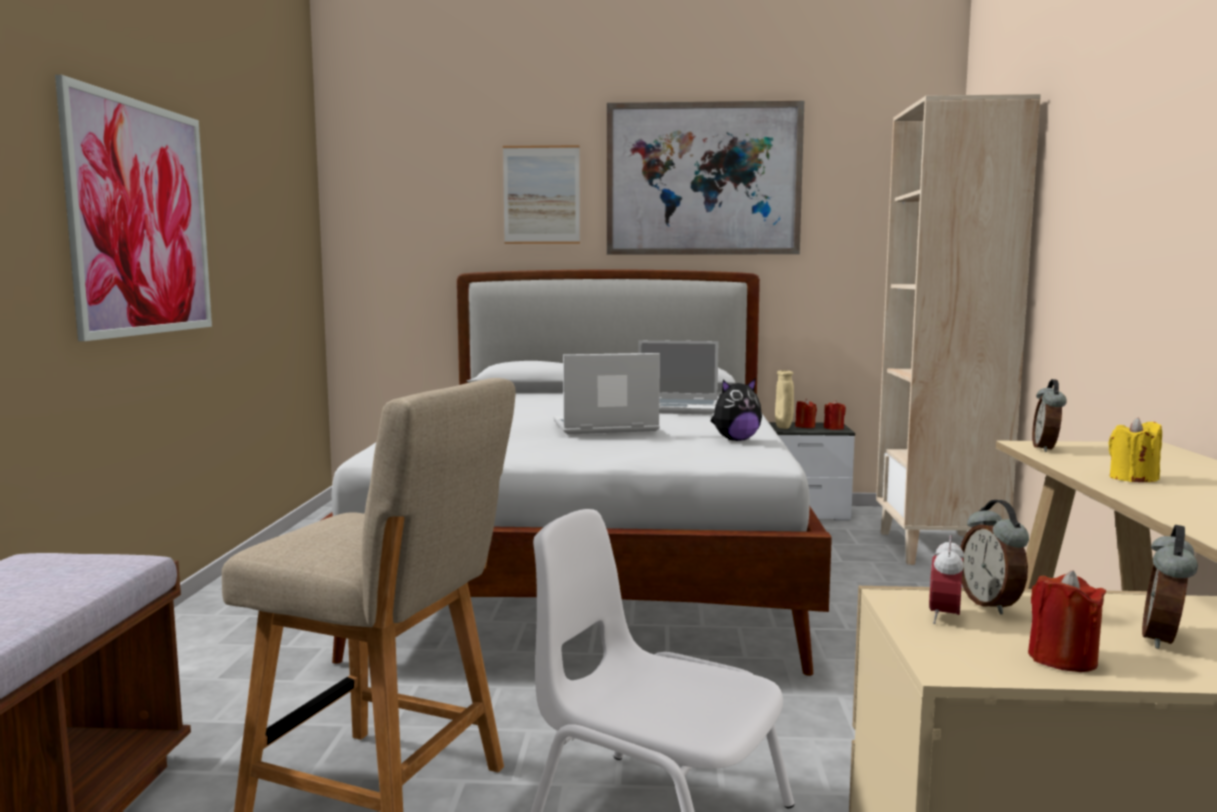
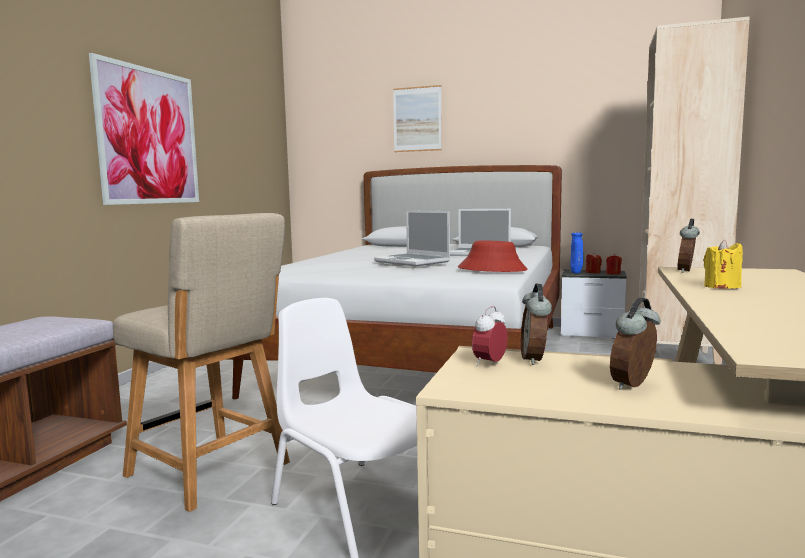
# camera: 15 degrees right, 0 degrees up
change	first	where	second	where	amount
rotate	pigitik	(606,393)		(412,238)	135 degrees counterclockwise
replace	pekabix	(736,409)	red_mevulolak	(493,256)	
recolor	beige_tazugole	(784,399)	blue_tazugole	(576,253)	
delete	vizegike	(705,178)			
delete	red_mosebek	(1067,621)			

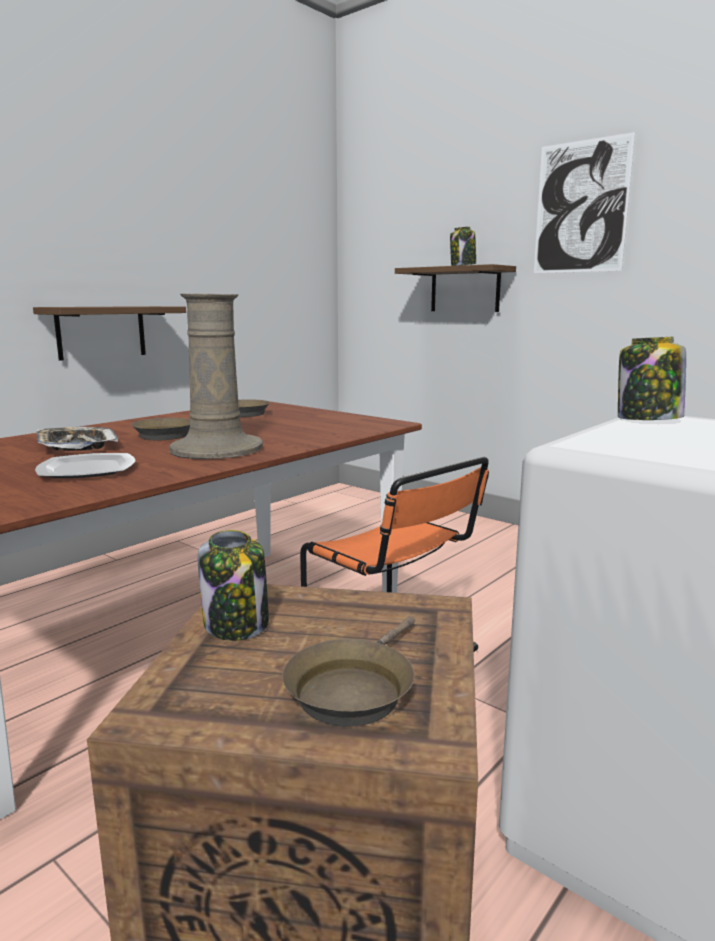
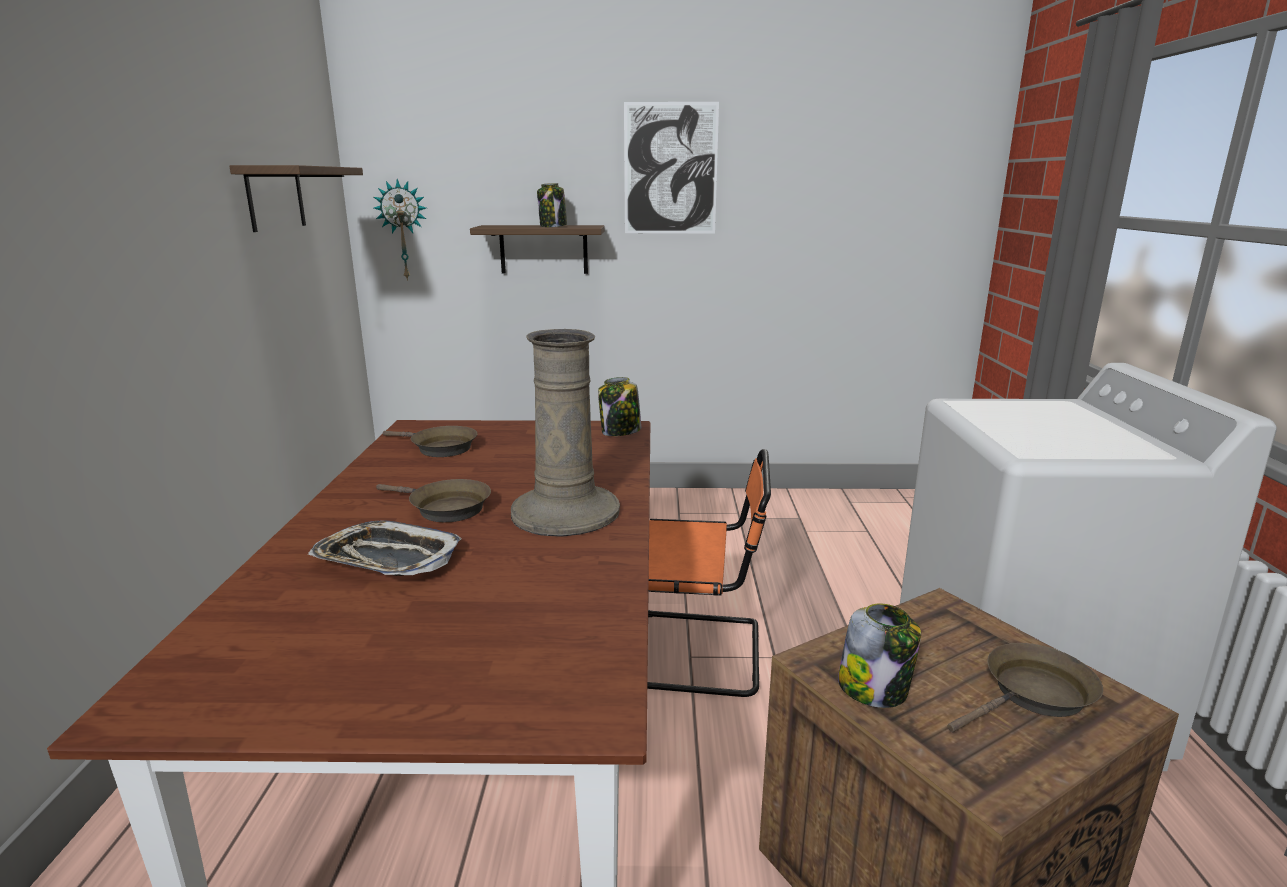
# camera: 40 degrees left, 5 degrees up
change	first	where	second	where	amount
move	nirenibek	(109,333)		(296,198)	
insert			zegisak	(400,230)	
move	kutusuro	(652,378)		(619,406)	
rotate	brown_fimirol	(348,671)		(1025,687)	105 degrees counterclockwise
delete	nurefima	(85,465)			

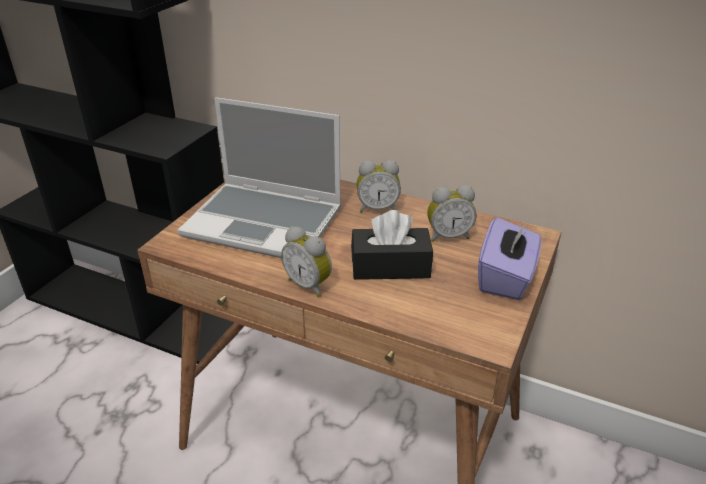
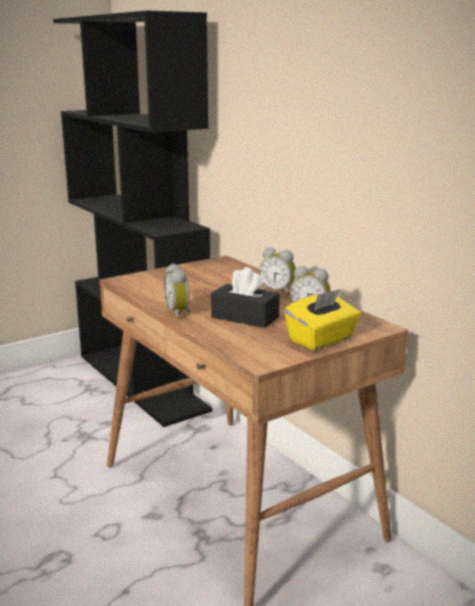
# camera: 30 degrees right, 15 degrees down
change	first	where	second	where	amount
recolor	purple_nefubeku	(510,258)	yellow_nefubeku	(322,319)	
delete	pigitik	(259,177)			

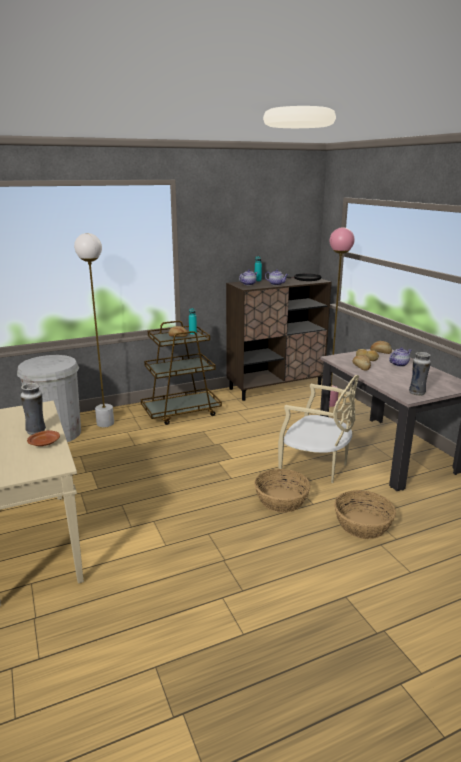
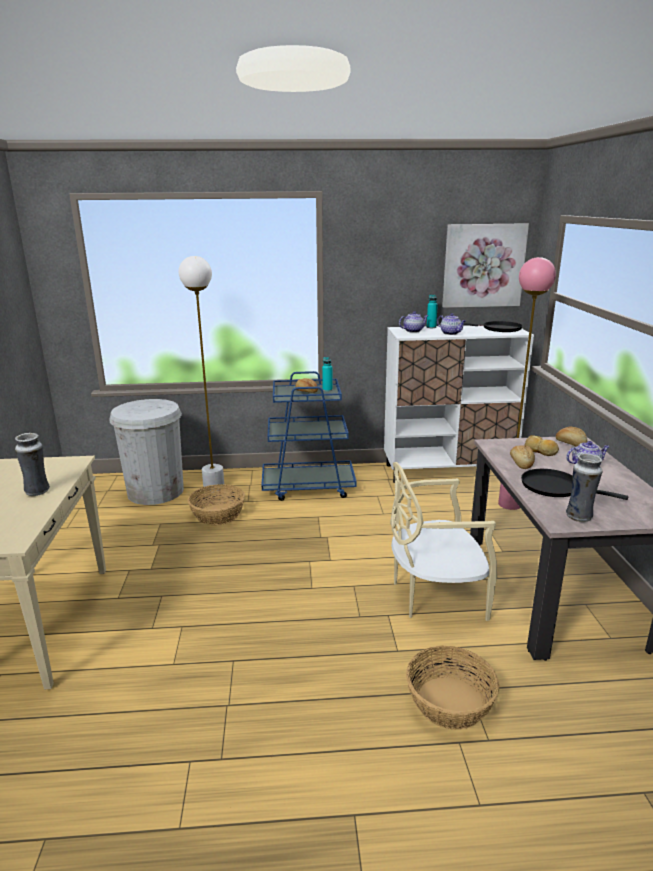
# camera: 20 degrees right, 0 degrees up
change	first	where	second	where	amount
move	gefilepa	(282,491)		(216,504)	
recolor	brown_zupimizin	(181,373)	blue_zupimizin	(309,436)	
recolor	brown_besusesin	(279,339)	white_besusesin	(459,404)	
rotate	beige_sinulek	(318,429)		(443,541)	120 degrees clockwise
insert			vizegike	(485,265)	
insert			black_fimirol	(574,484)	
delete	brown_nurefima	(43,438)			

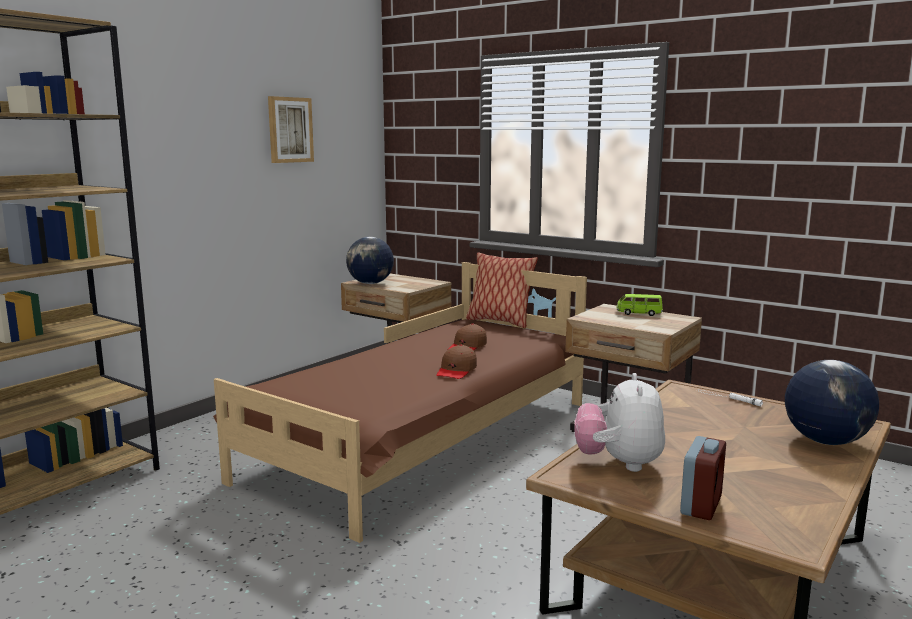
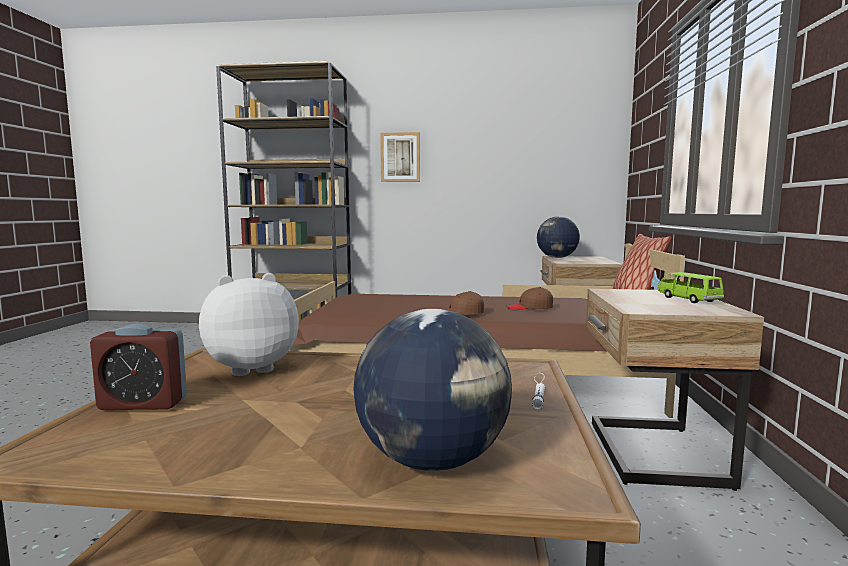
# camera: 60 degrees right, 5 degrees down
change	first	where	second	where	amount
move	vizegike	(291,129)		(400,157)	

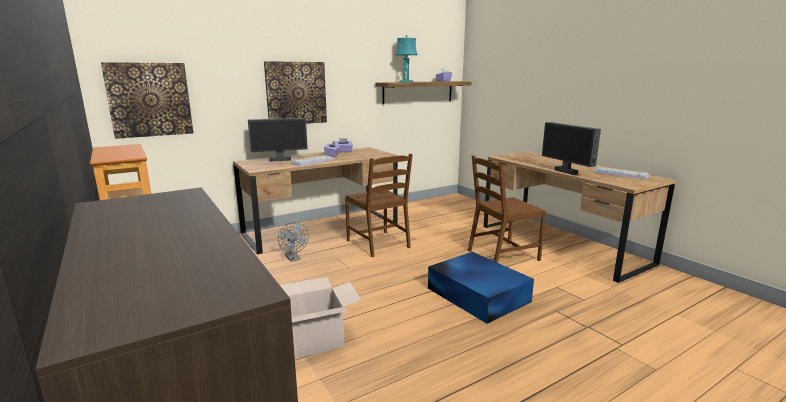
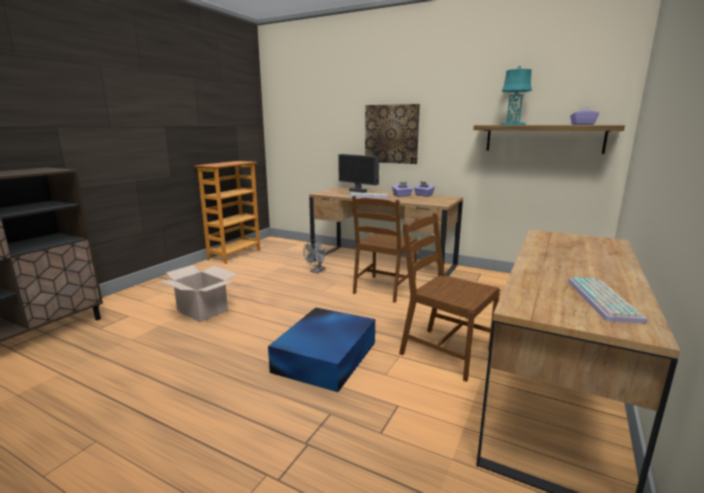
# camera: 60 degrees right, 0 degrees up
change	first	where	second	where	amount
delete	vizegike	(147,100)			
delete	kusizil	(571,148)			

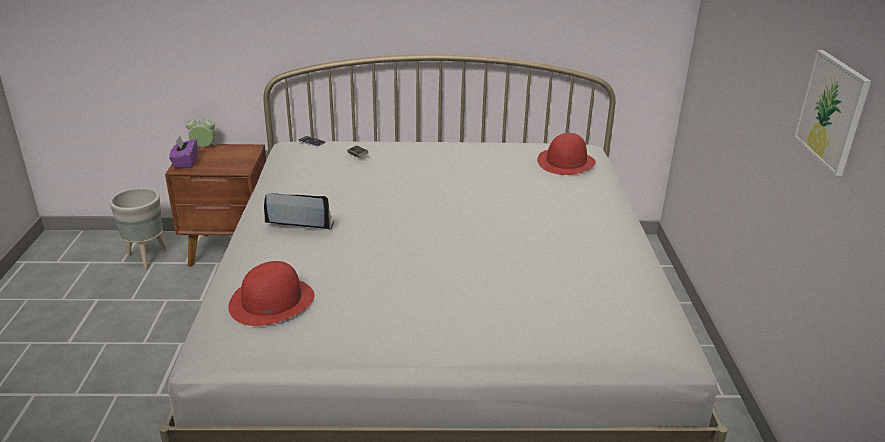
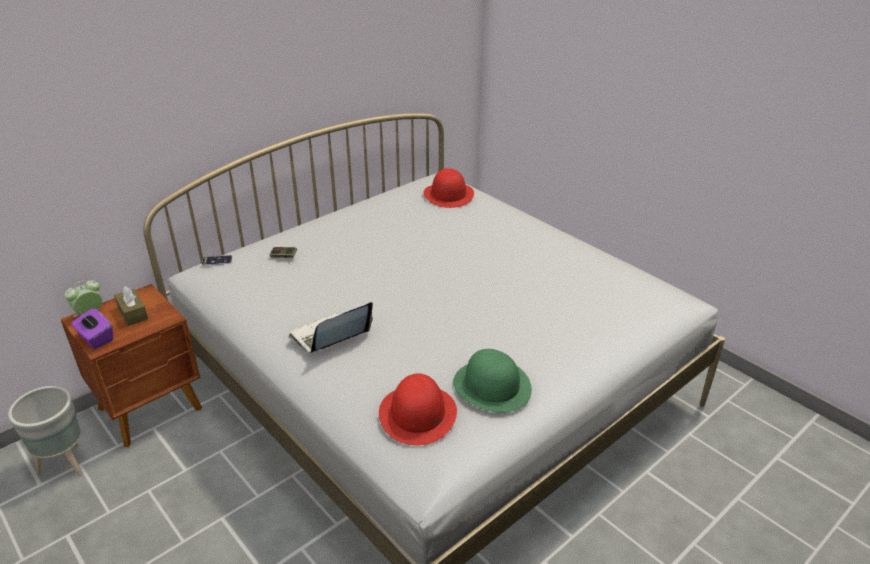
# camera: 40 degrees left, 5 degrees up
change	first	where	second	where	amount
insert			brown_nefubeku	(131,306)	
insert			green_mevulolak	(492,381)	
delete	vizegike	(832,113)			

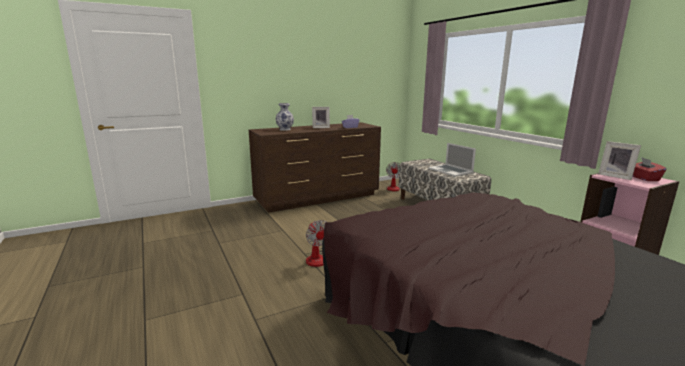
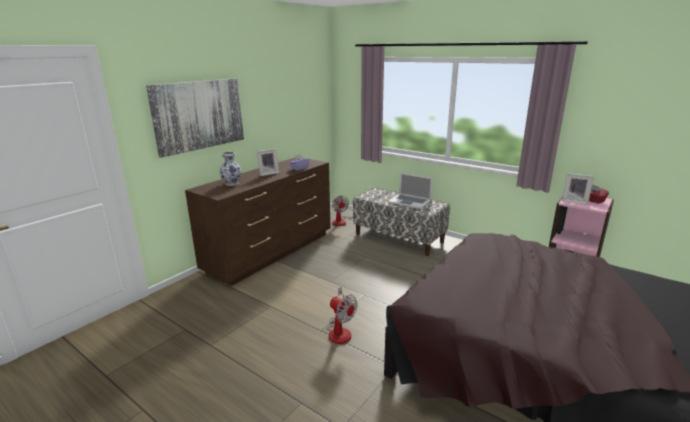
# camera: 25 degrees left, 5 degrees up
change	first	where	second	where	amount
insert			vizegike	(195,118)	

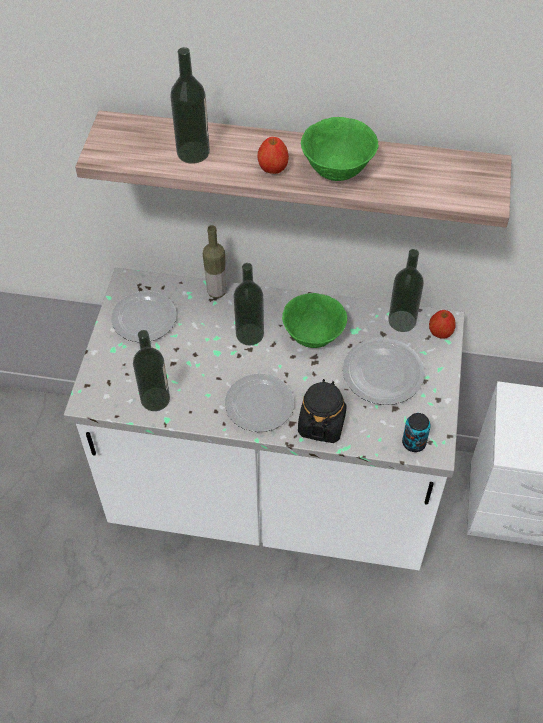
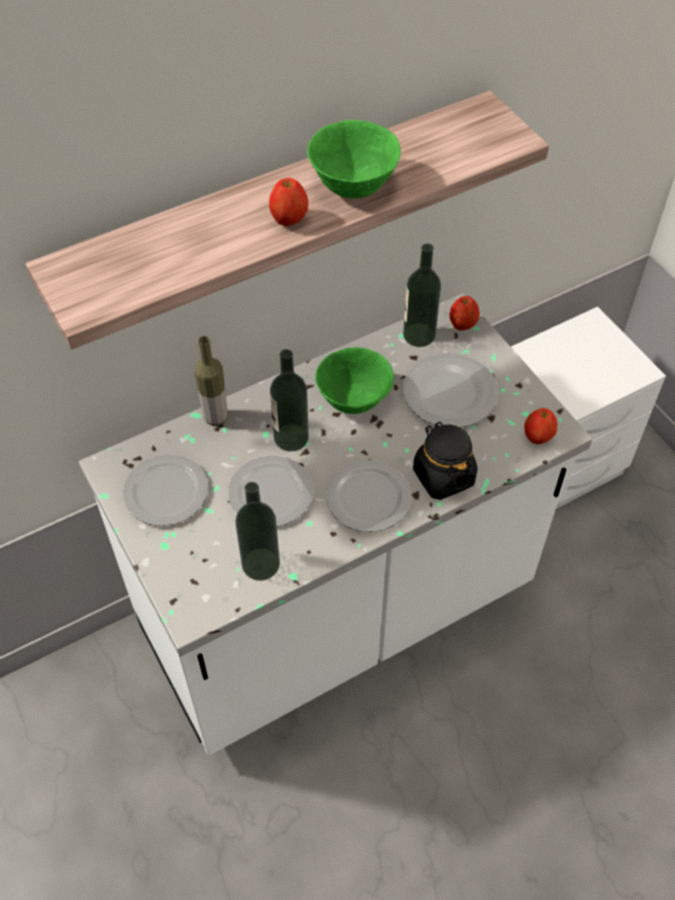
# camera: 40 degrees left, 0 degrees up
change	first	where	second	where	amount
insert			nurefima	(270,491)	
replace	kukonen	(416,432)	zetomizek	(541,426)	
delete	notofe	(190,105)			

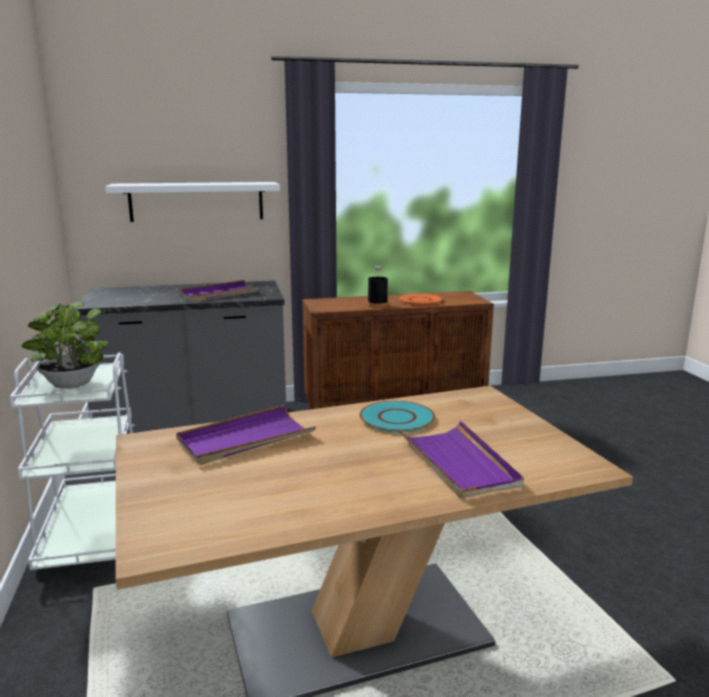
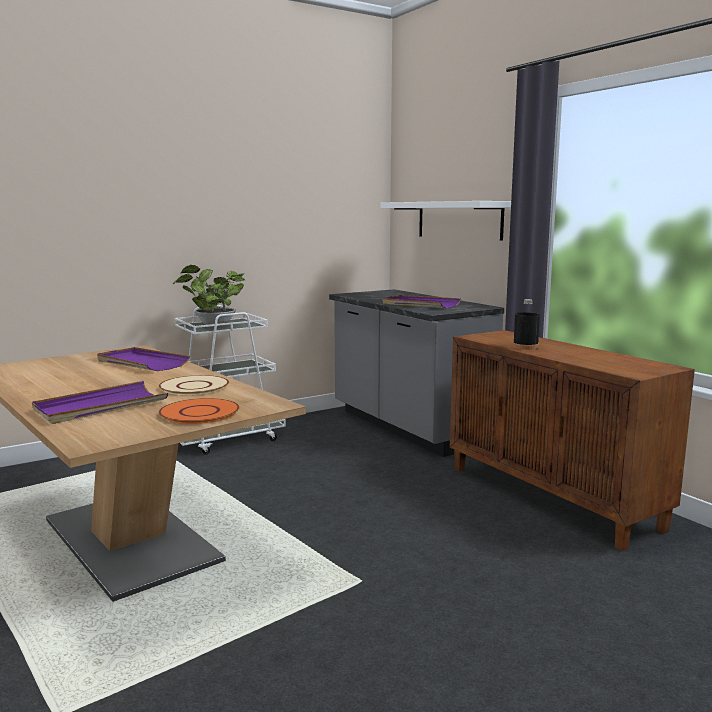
# camera: 70 degrees right, 5 degrees down
change	first	where	second	where	amount
recolor	turquoise_nurefima	(397,417)	beige_nurefima	(194,385)	
move	orange_nurefima	(420,299)		(199,411)	

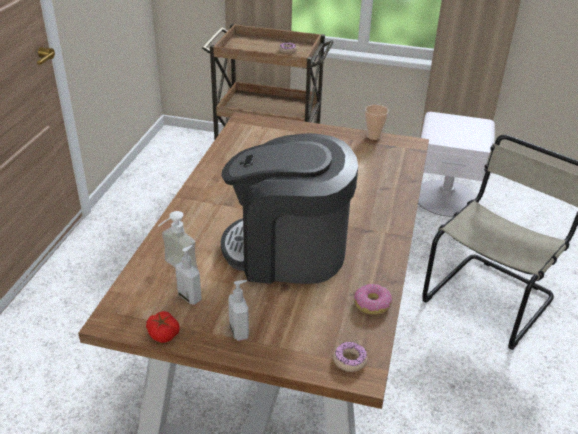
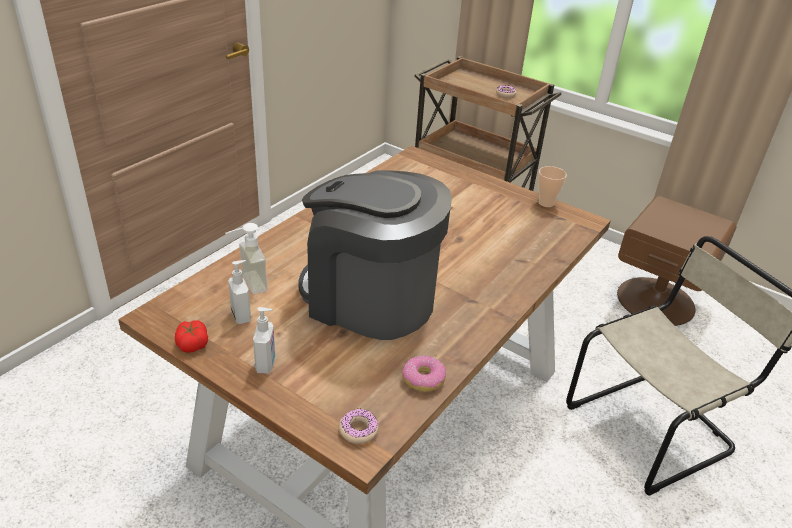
# camera: 20 degrees right, 0 degrees up
change	first	where	second	where	amount
recolor	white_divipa	(456,164)	brown_divipa	(676,261)	

